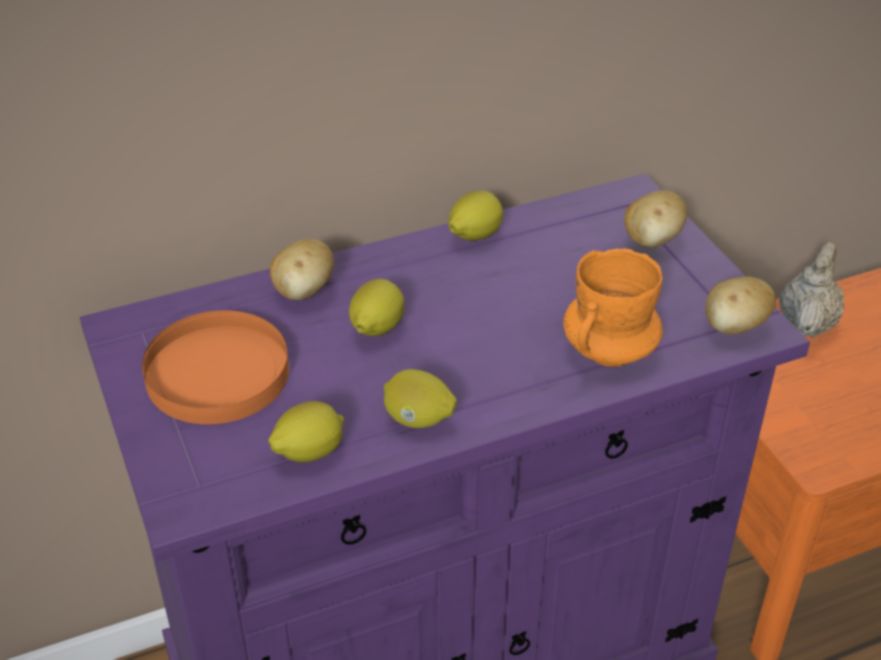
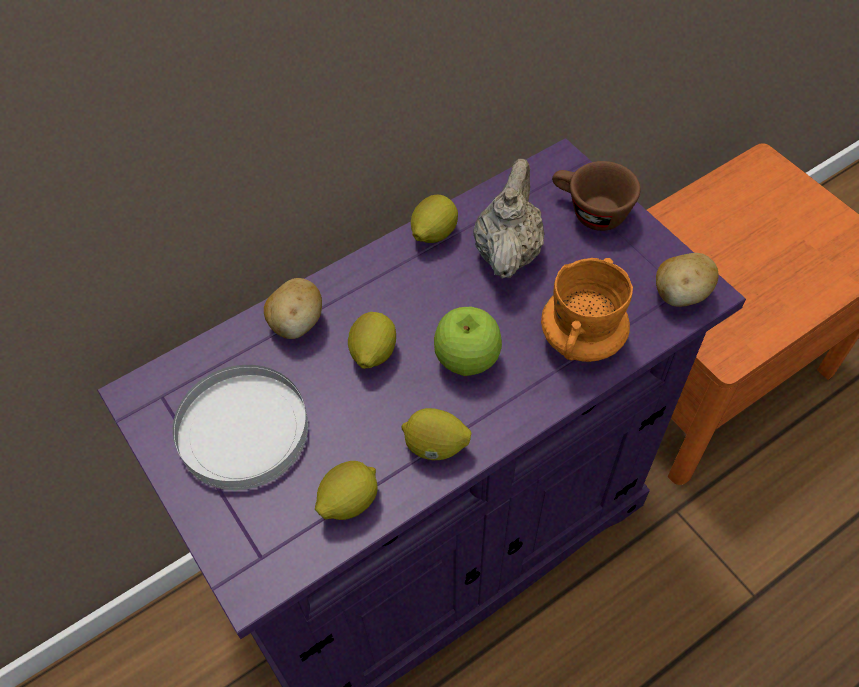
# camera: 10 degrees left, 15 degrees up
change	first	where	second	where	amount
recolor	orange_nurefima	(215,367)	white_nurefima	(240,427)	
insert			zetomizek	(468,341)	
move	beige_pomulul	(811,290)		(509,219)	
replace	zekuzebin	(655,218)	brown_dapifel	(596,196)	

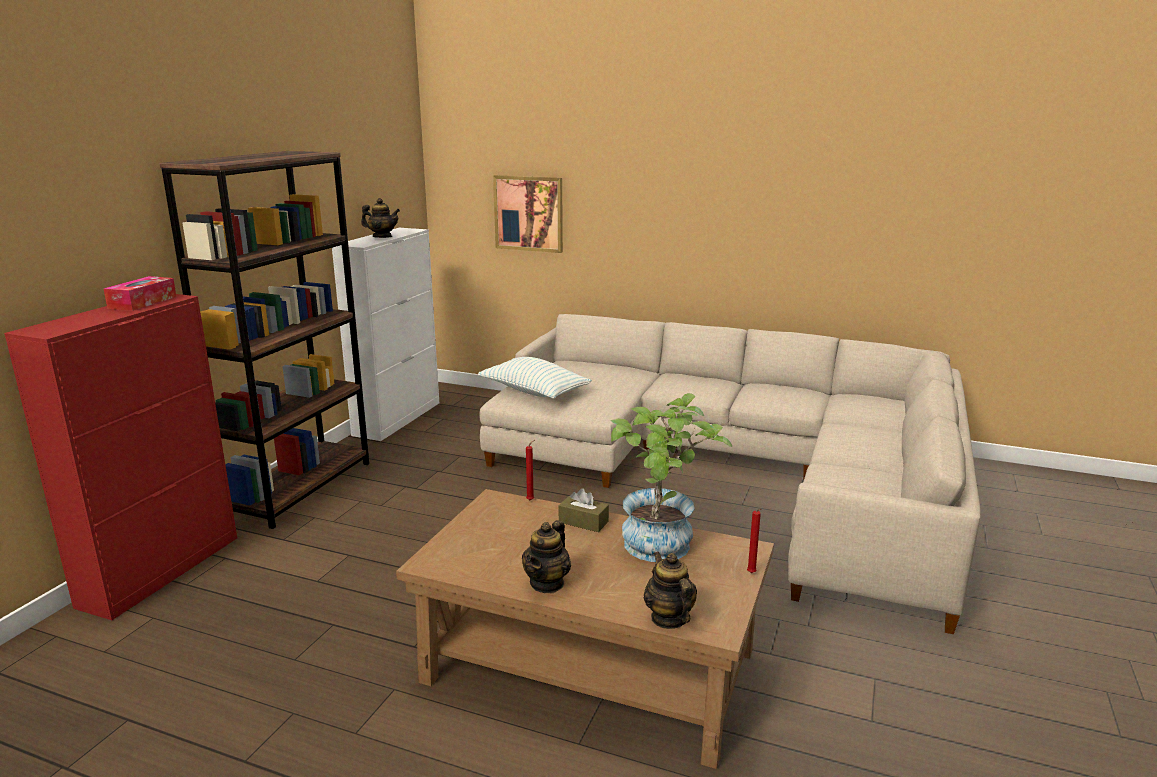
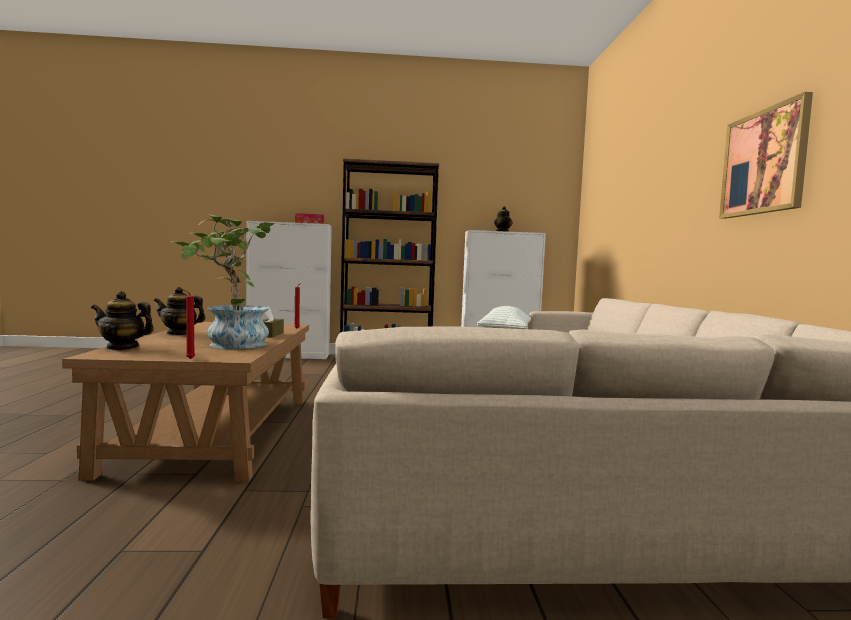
# camera: 65 degrees right, 15 degrees down
change	first	where	second	where	amount
rotate	pomulul	(670,590)		(122,320)	135 degrees counterclockwise
recolor	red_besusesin	(120,457)	white_besusesin	(289,290)	
move	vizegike	(528,214)		(766,155)	

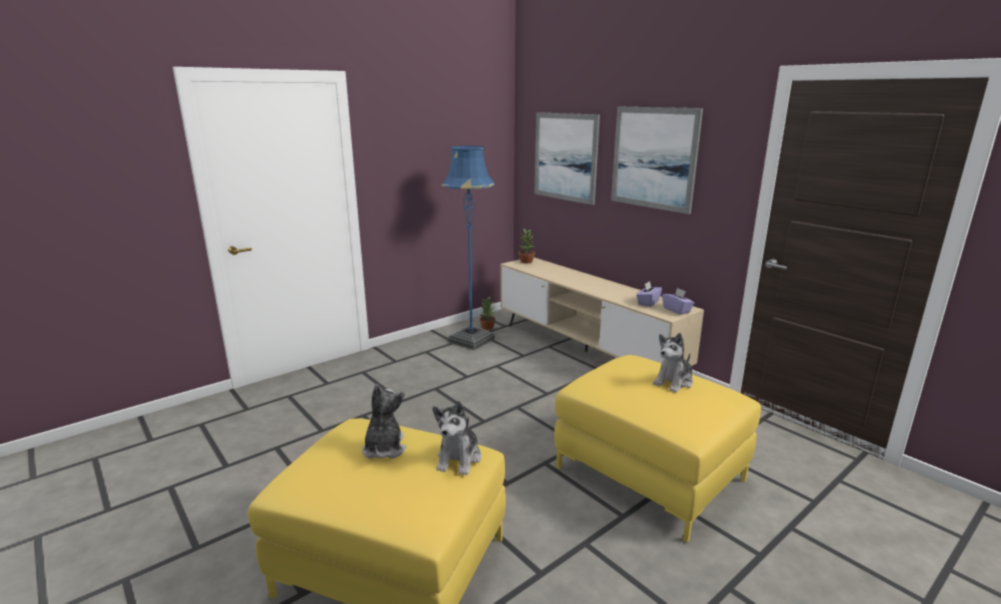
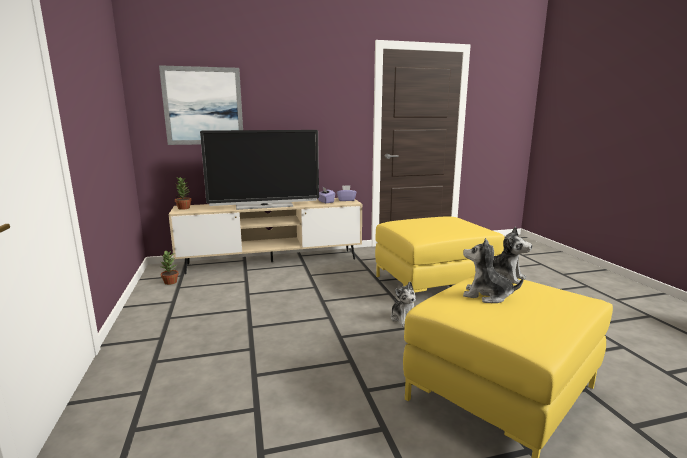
# camera: 65 degrees left, 5 degrees down
change	first	where	second	where	amount
insert			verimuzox	(259,170)	
move	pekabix	(673,363)		(403,304)	
delete	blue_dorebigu	(468,248)			
delete	vizegike	(657,160)			

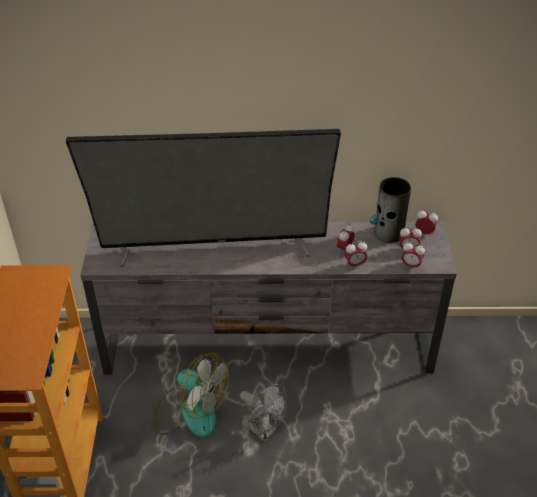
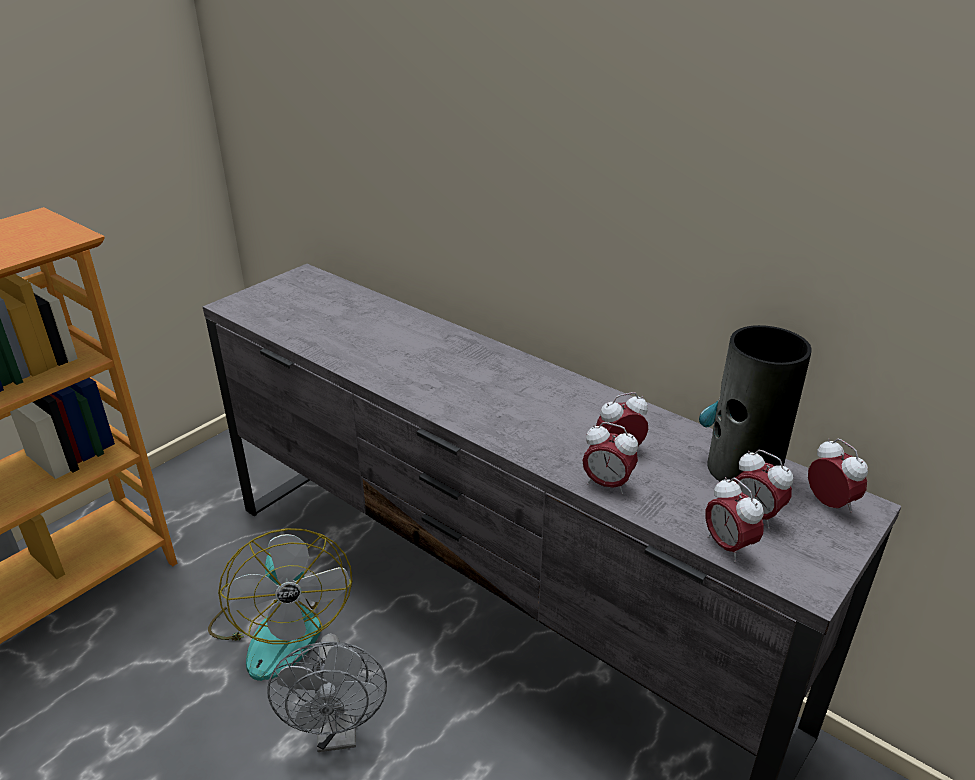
# camera: 40 degrees right, 10 degrees down
change	first	where	second	where	amount
delete	verimuzox	(203,198)			

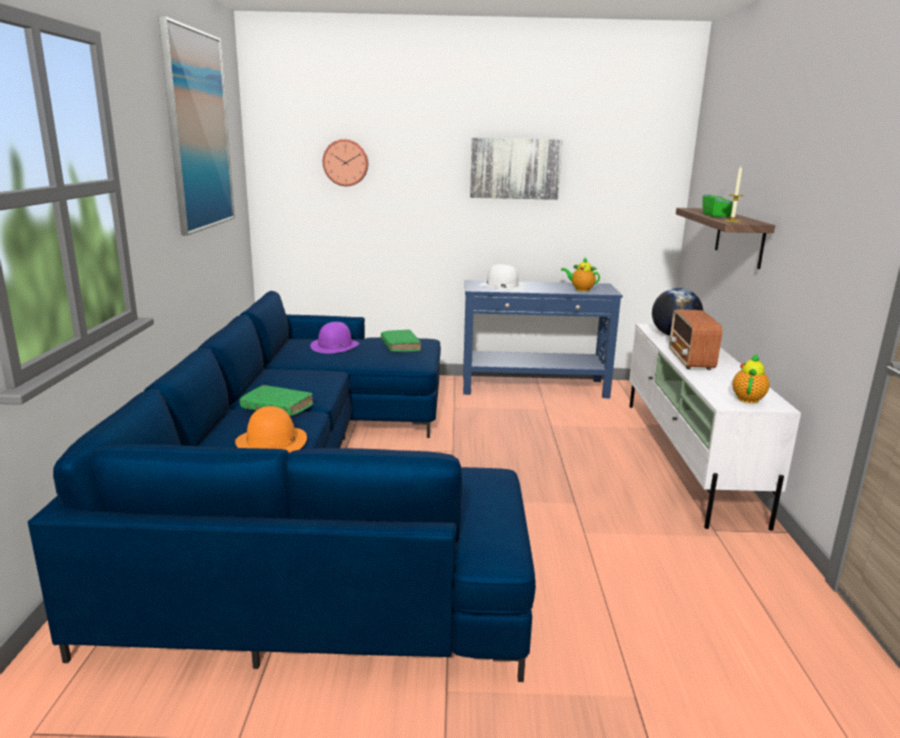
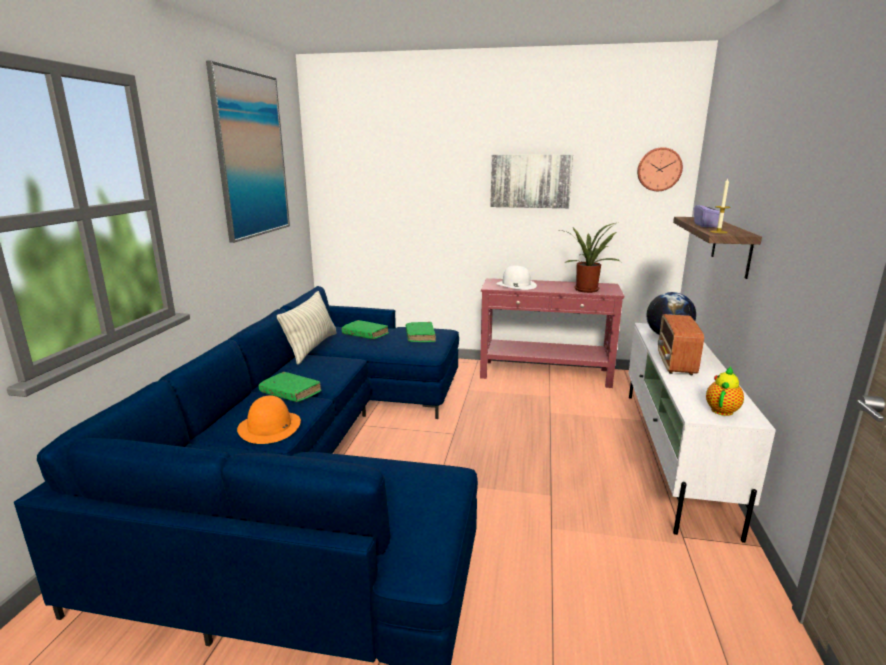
# camera: 10 degrees right, 0 degrees up
change	first	where	second	where	amount
insert			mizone	(306,328)	
replace	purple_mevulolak	(334,338)	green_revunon	(365,329)	
recolor	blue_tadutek	(543,339)	red_tadutek	(552,333)	
replace	pomulul	(580,274)	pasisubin	(590,258)	
move	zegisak	(345,162)		(660,169)	
recolor	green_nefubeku	(717,202)	purple_nefubeku	(709,213)	

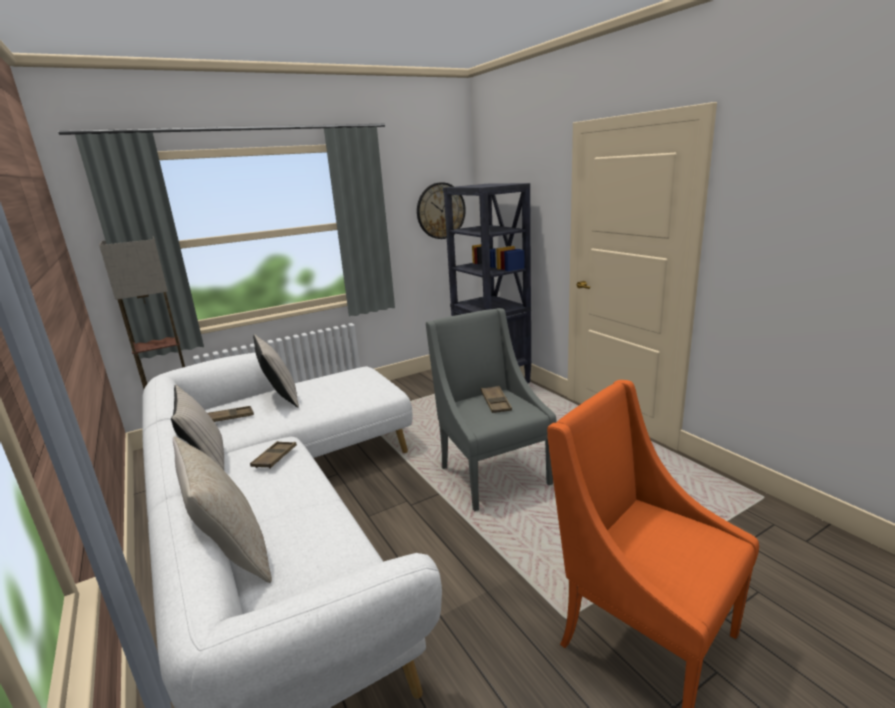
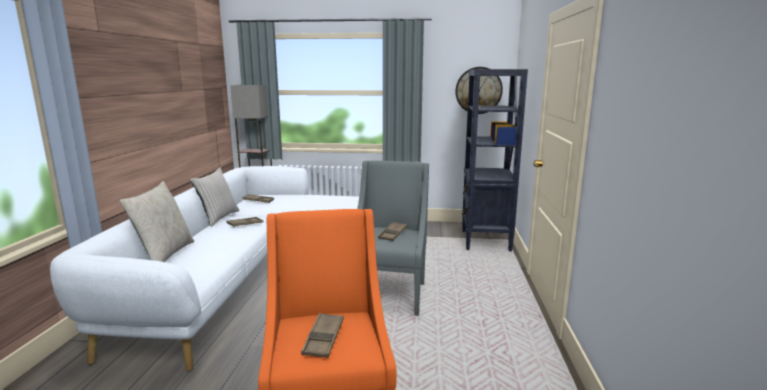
# camera: 35 degrees right, 5 degrees down
change	first	where	second	where	amount
insert			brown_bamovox	(322,335)	
delete	beige_mizone	(276,371)			

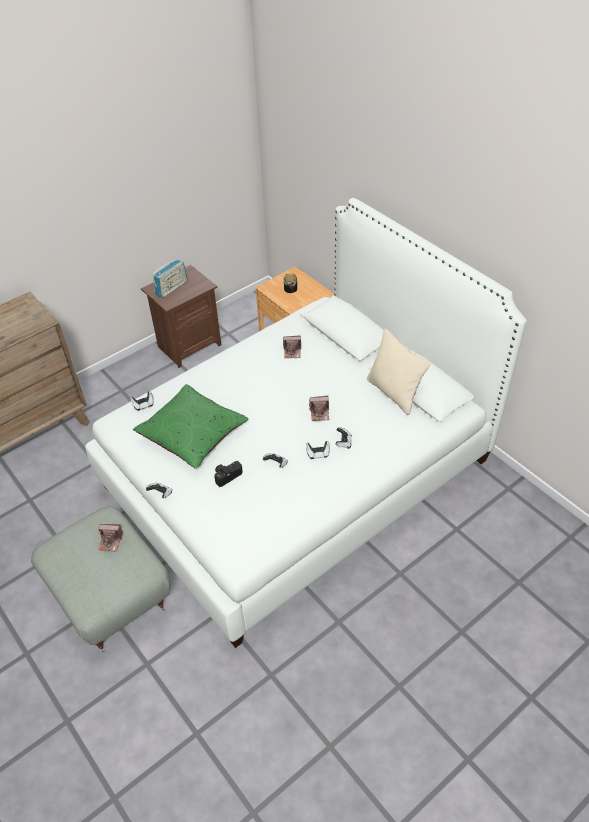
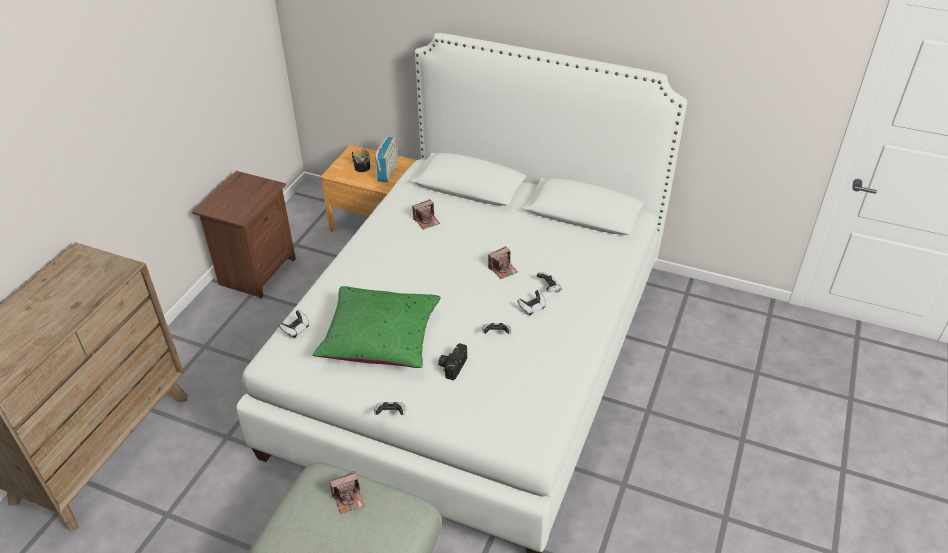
# camera: 30 degrees left, 5 degrees down
change	first	where	second	where	amount
move	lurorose	(170,278)		(386,159)	
delete	beige_mizone	(398,371)			

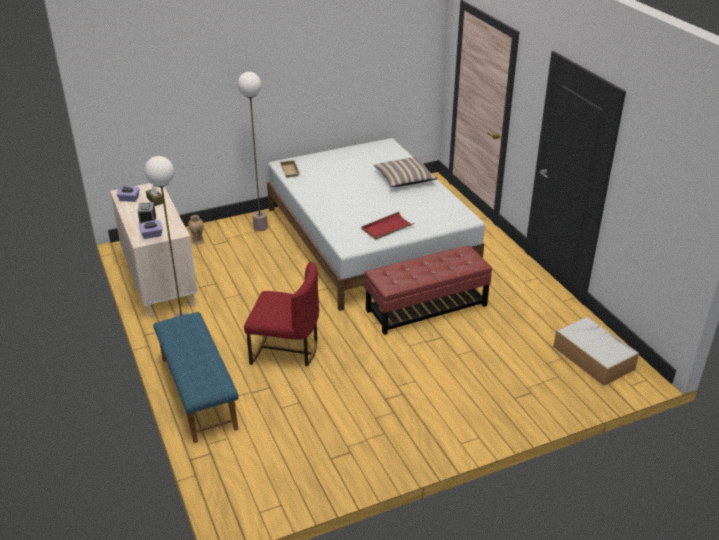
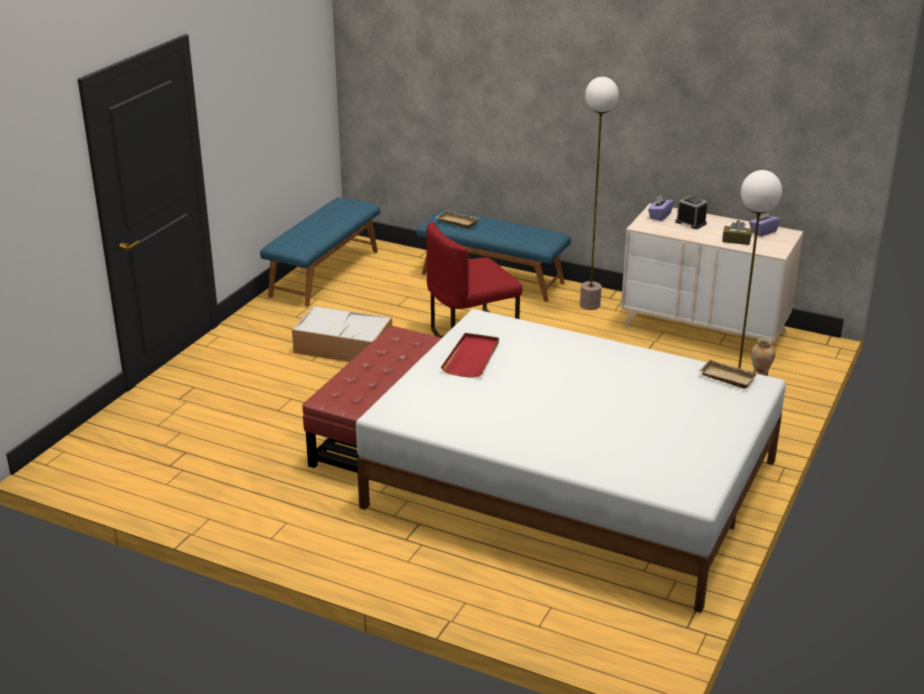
# camera: 140 degrees right, 5 degrees down
change	first	where	second	where	amount
insert			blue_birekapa	(320,252)	
move	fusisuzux	(596,351)		(342,334)	
insert			beige_bamovox	(457,219)	
delete	mizone	(405,172)			

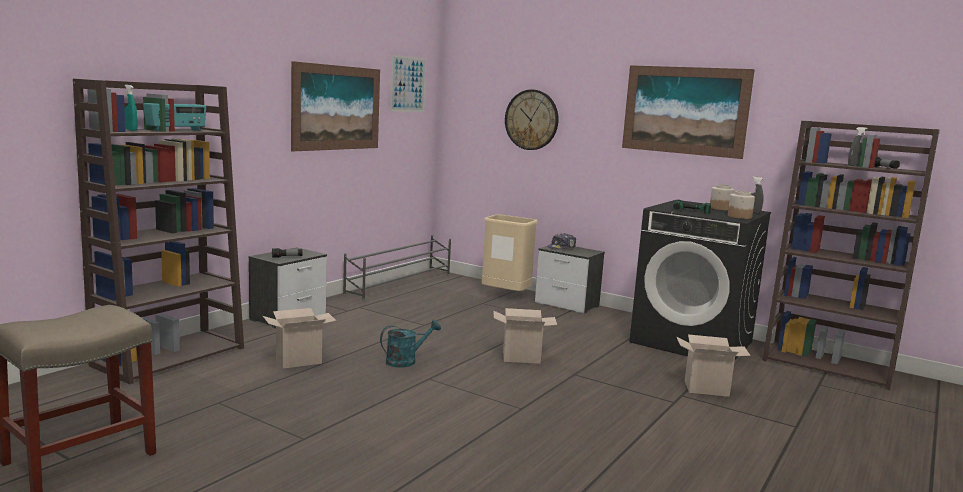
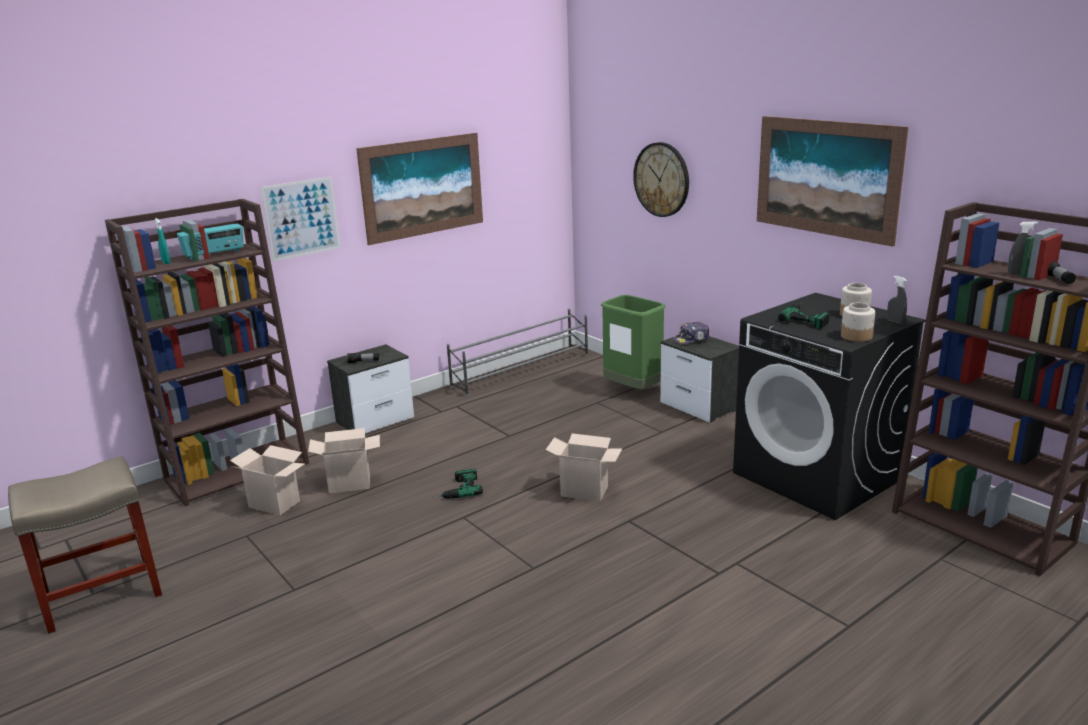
# camera: 20 degrees right, 10 degrees up
change	first	where	second	where	amount
move	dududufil	(714,365)		(267,480)	
move	vizegike	(408,83)		(301,219)	
replace	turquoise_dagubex	(410,344)	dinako	(458,484)	
recolor	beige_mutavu	(510,252)	green_mutavu	(633,342)	

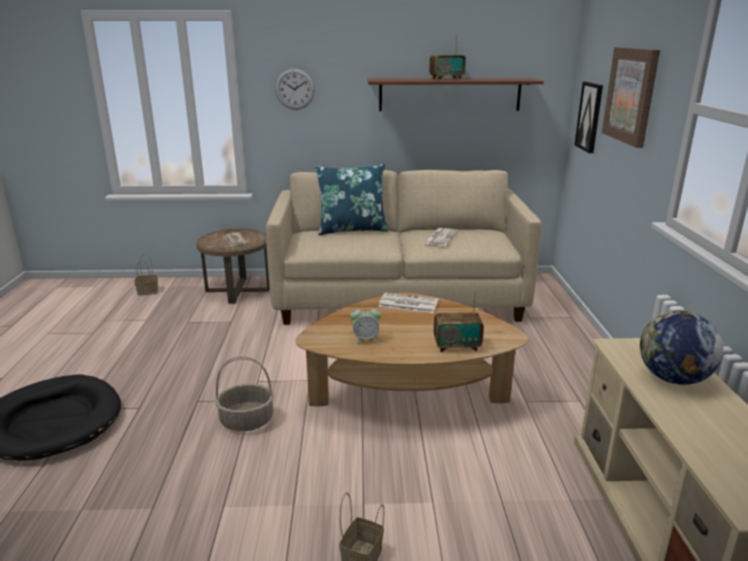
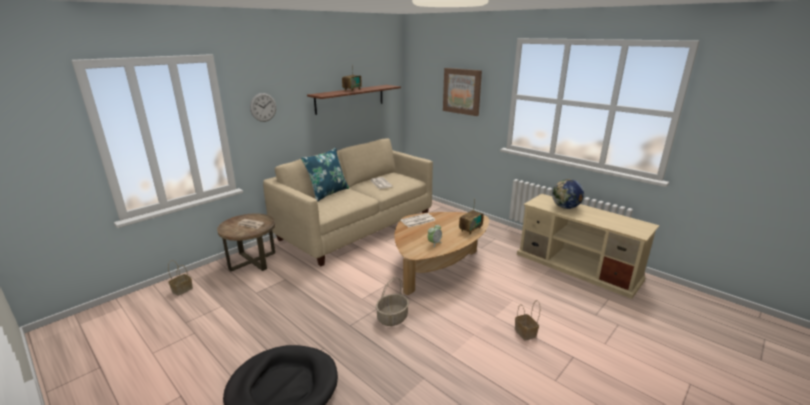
# camera: 45 degrees left, 0 degrees up
change	first	where	second	where	amount
delete	vizegike	(589,117)			

